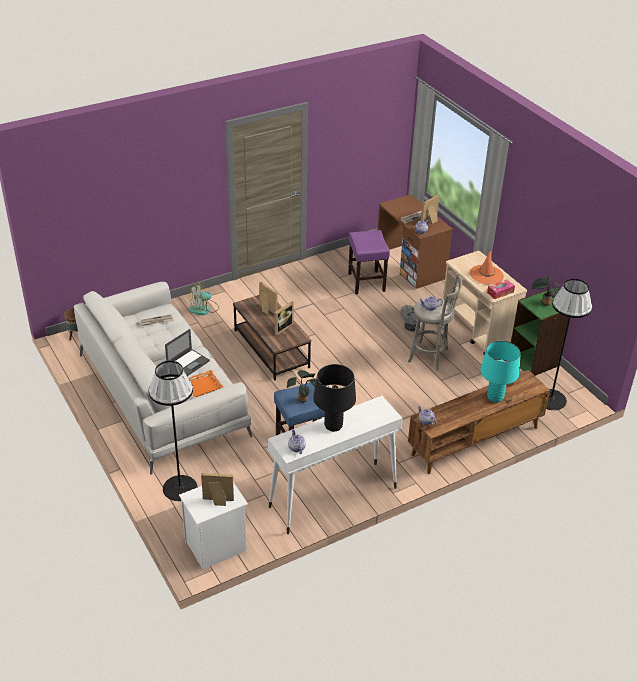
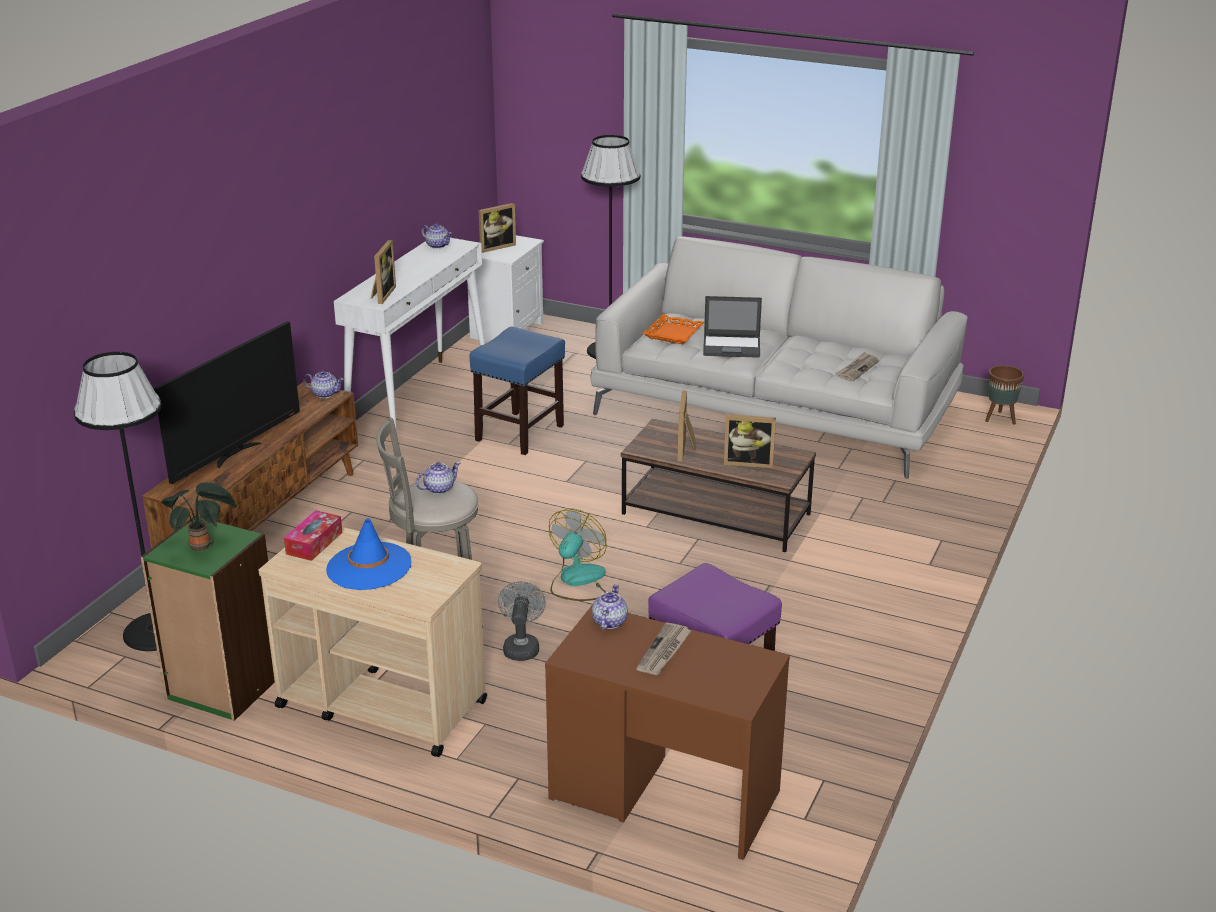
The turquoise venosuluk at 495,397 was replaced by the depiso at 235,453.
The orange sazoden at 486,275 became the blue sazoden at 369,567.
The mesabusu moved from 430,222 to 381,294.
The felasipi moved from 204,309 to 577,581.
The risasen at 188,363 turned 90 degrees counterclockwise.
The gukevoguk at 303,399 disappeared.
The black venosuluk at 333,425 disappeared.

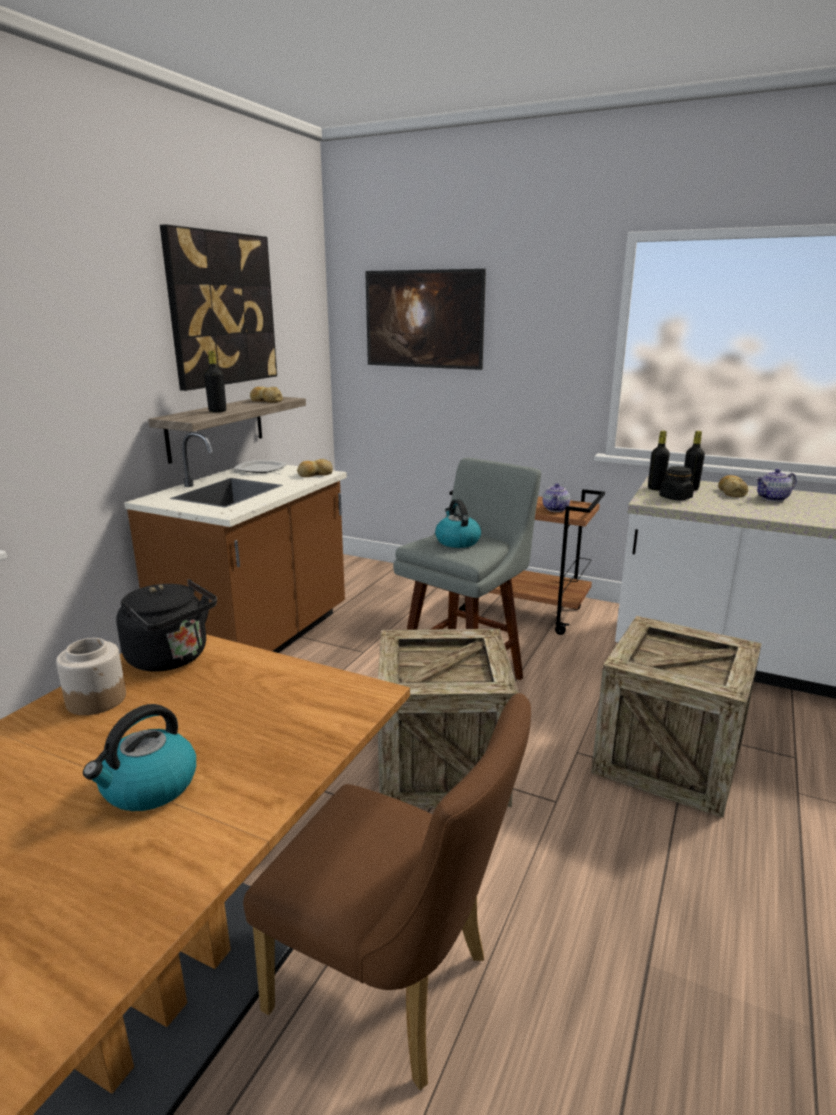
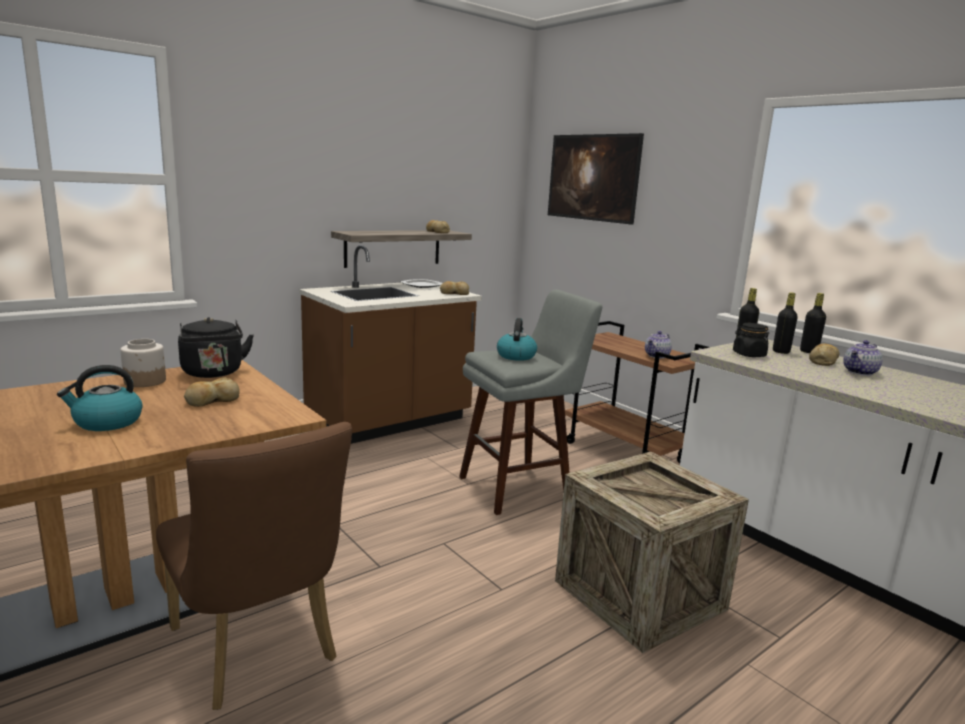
The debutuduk at 212,400 appeared.
The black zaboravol moved from 217,411 to 809,351.
The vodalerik at 773,499 turned 45 degrees counterclockwise.
The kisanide at 222,309 disappeared.
The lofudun at 442,765 disappeared.

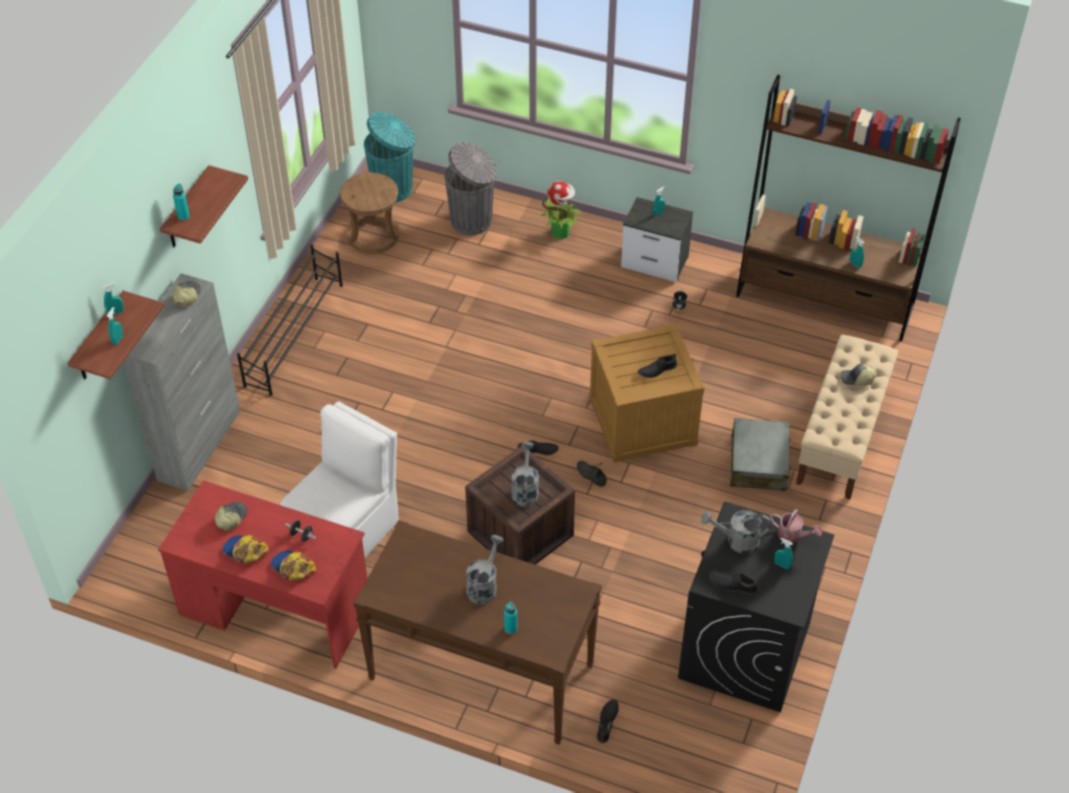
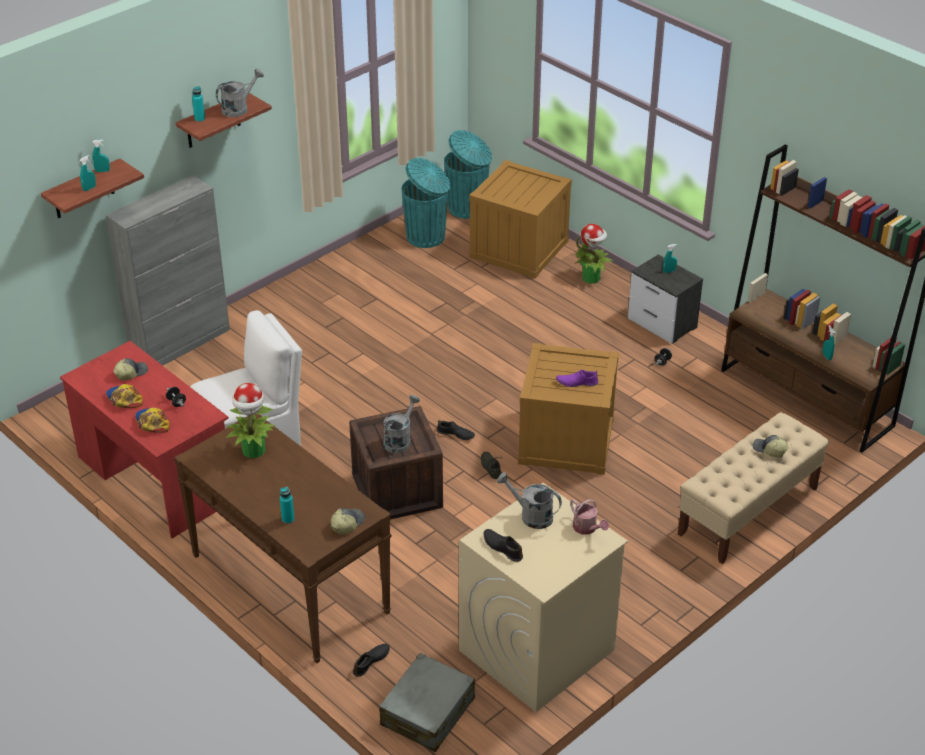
The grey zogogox moved from 484,585 to 239,108.
The gukevoguk at 254,451 appeared.
The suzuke moved from 186,296 to 347,523.
The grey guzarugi moved from 758,462 to 428,712.
The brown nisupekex at 373,235 was replaced by the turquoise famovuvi at 427,237.
The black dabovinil at 744,651 became the beige dabovinil at 536,651.
The grey famovuvi at 472,221 was replaced by the lofudun at 519,249.
The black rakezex at 657,370 became the purple rakezex at 576,382.
The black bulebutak at 295,334 disappeared.
The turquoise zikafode at 782,565 disappeared.

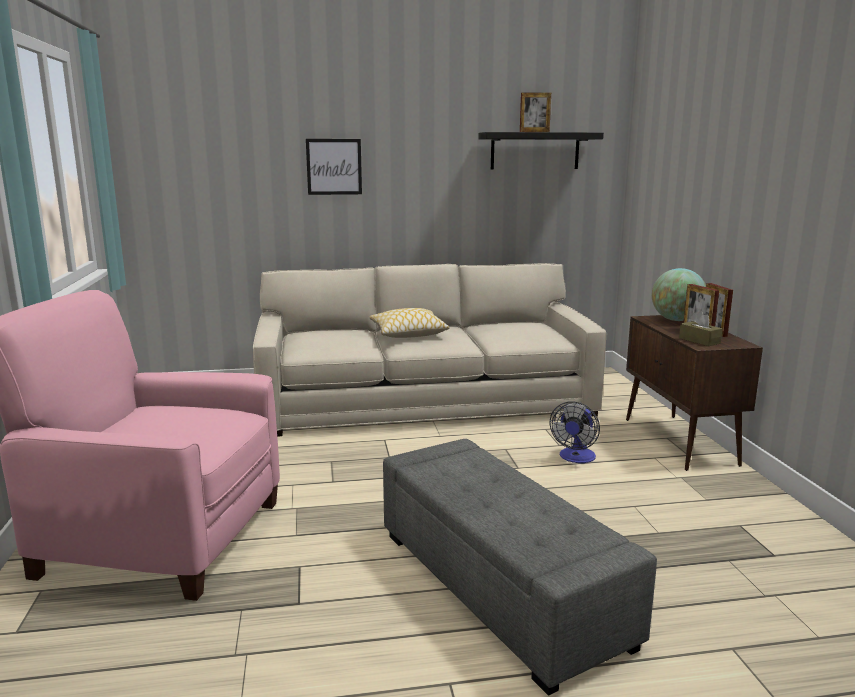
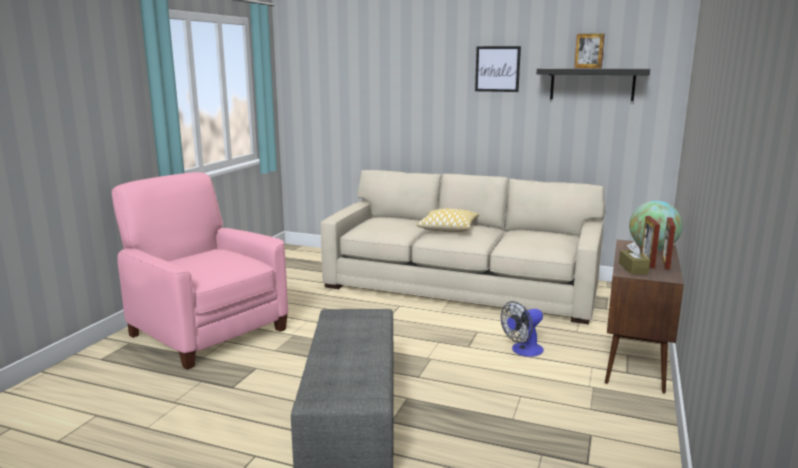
The kisanide moved from 334,166 to 497,69.

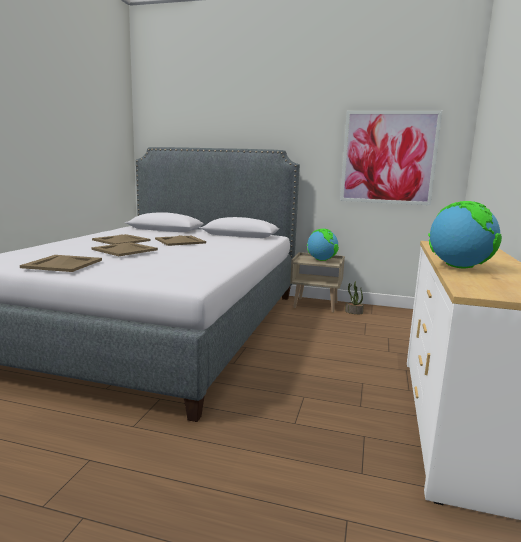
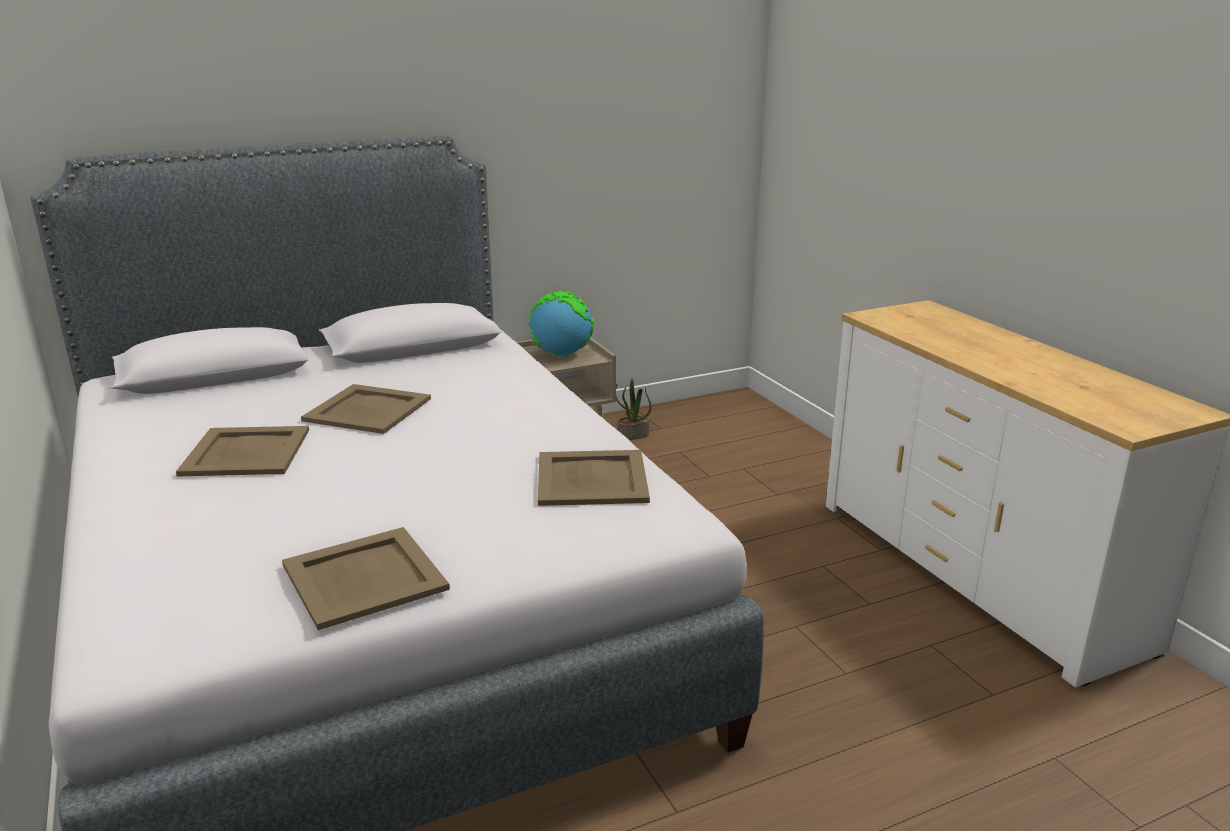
The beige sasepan moved from 125,249 to 591,478.
The kisanide at 388,158 disappeared.
The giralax at 459,267 disappeared.

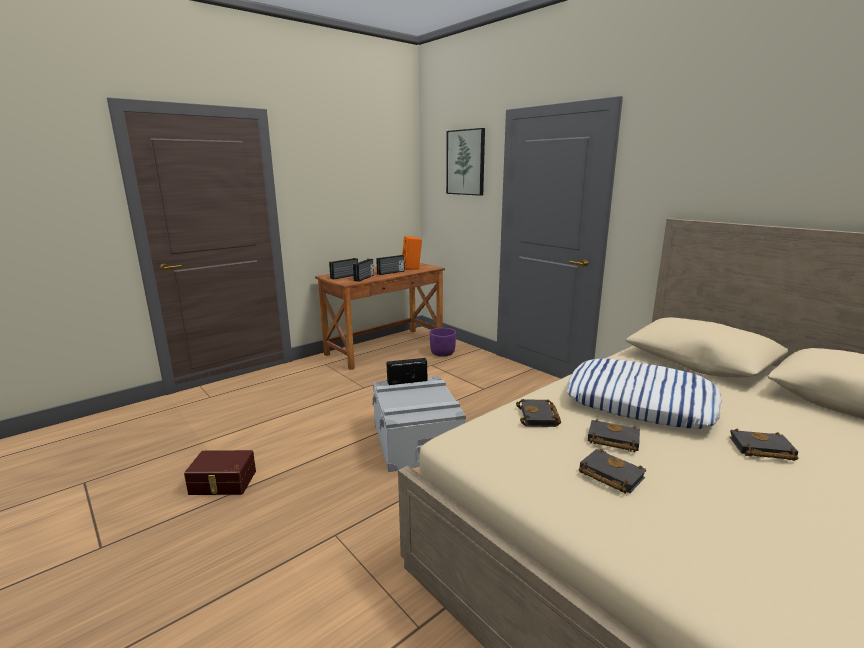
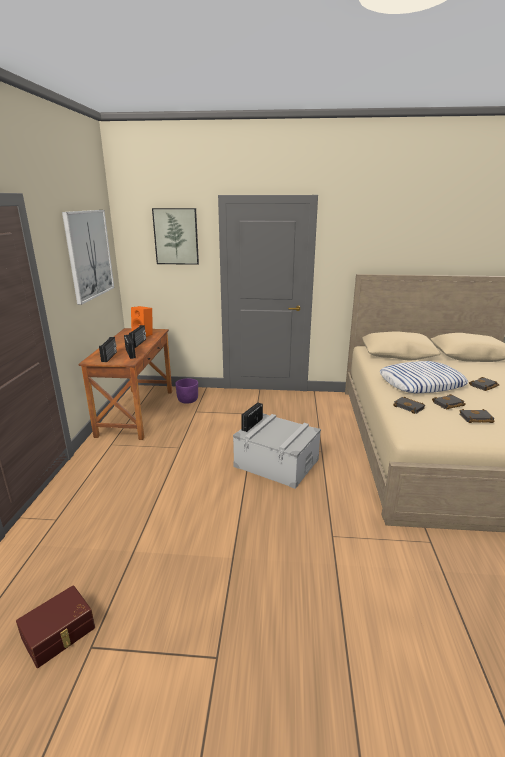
The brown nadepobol moved from 222,483 to 59,634.
The kisanide at 89,254 appeared.

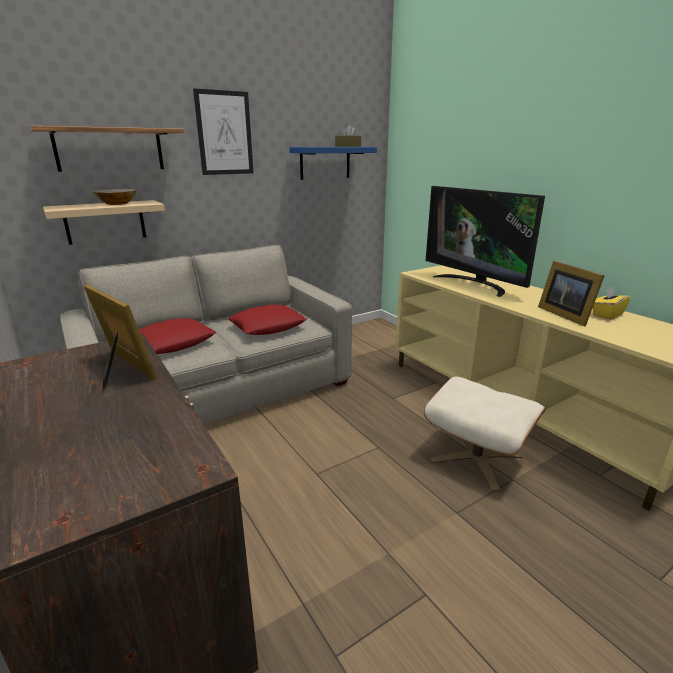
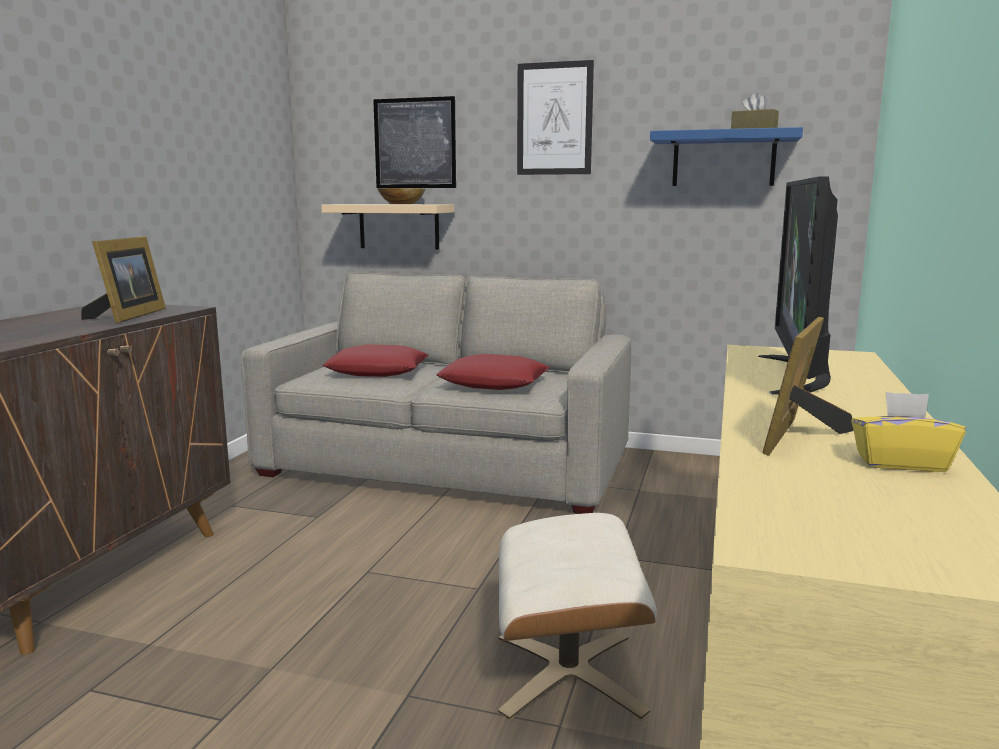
The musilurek at 110,149 was replaced by the kisanide at 415,143.

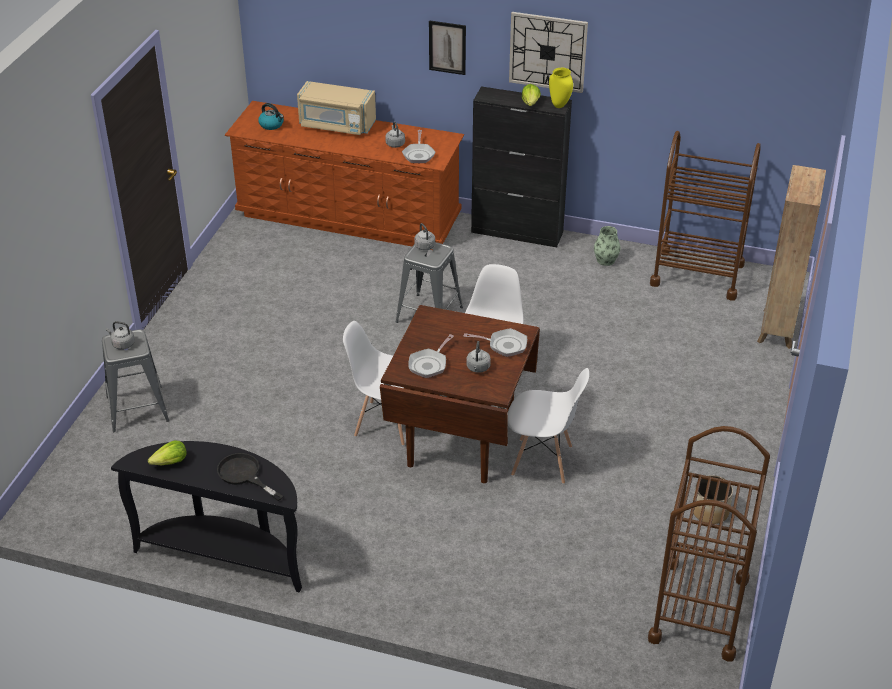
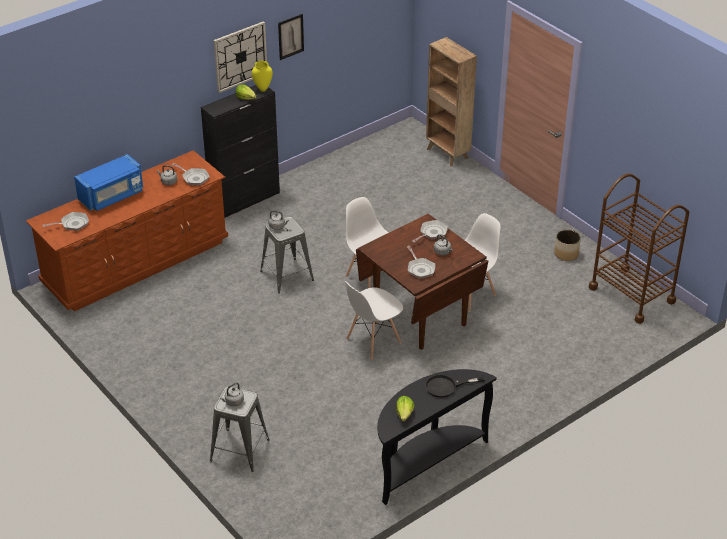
The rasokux at 272,125 was replaced by the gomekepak at 72,224.
The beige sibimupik at 336,125 became the blue sibimupik at 112,196.
The kisanide moved from 447,47 to 290,36.
The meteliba at 606,260 disappeared.
The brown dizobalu at 697,274 disappeared.

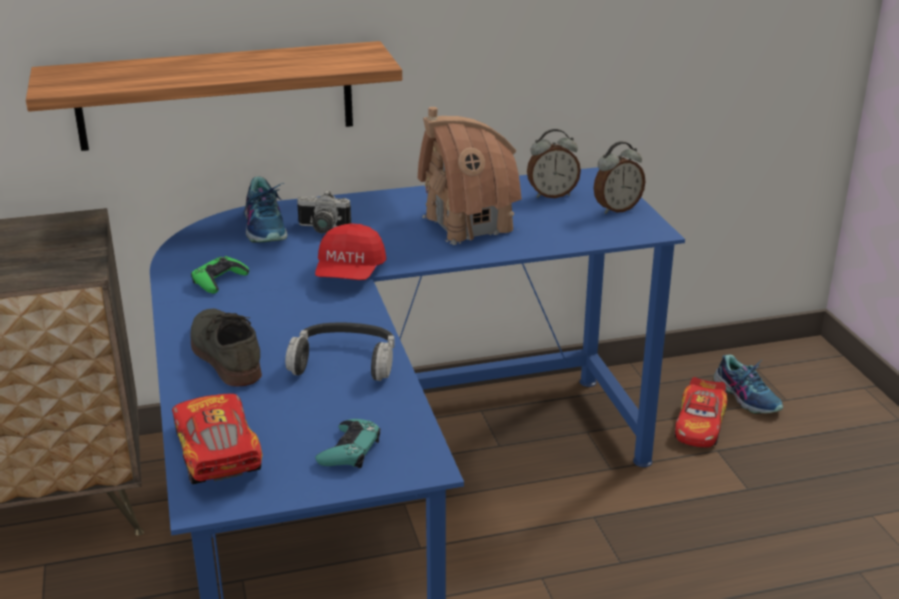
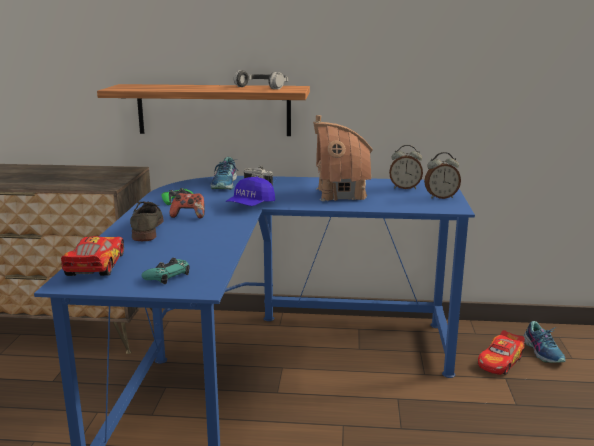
The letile at 189,216 appeared.
The red suzuke at 349,273 became the blue suzuke at 250,206.
The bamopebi moved from 344,362 to 263,87.

